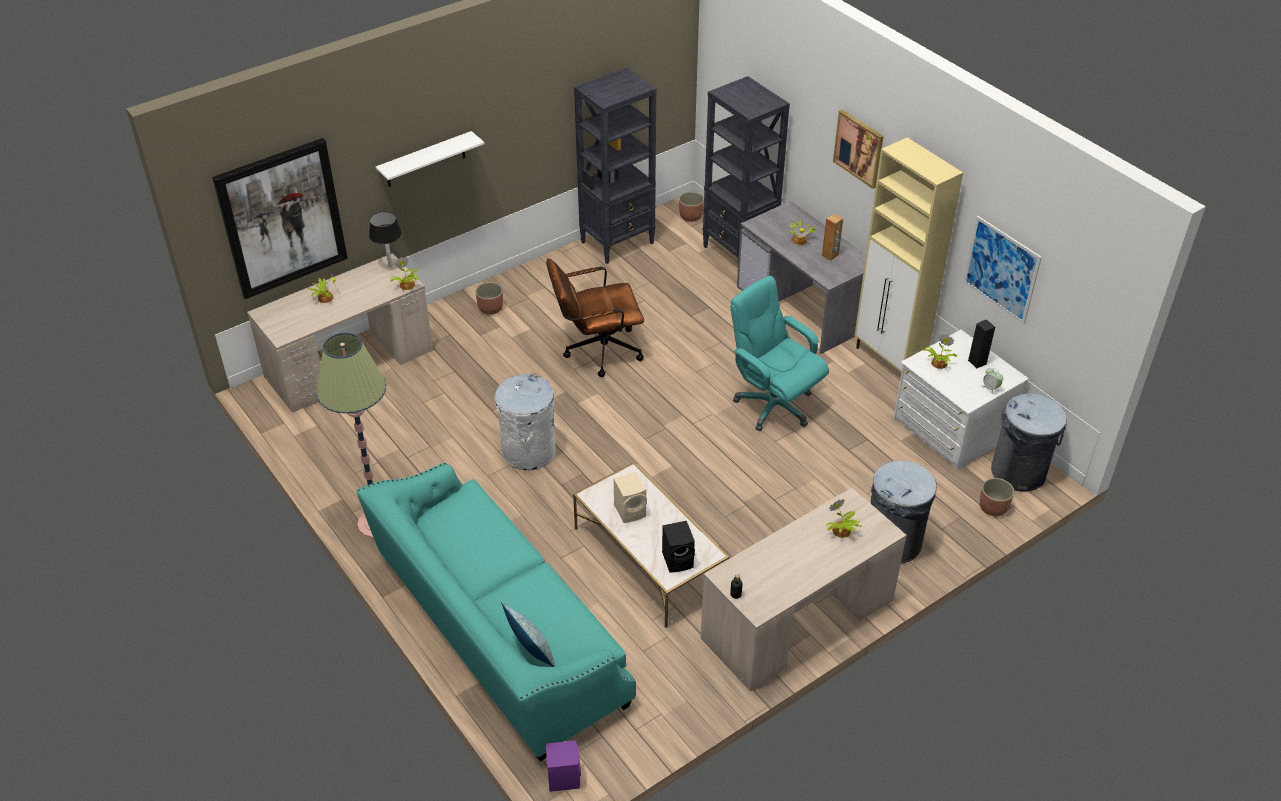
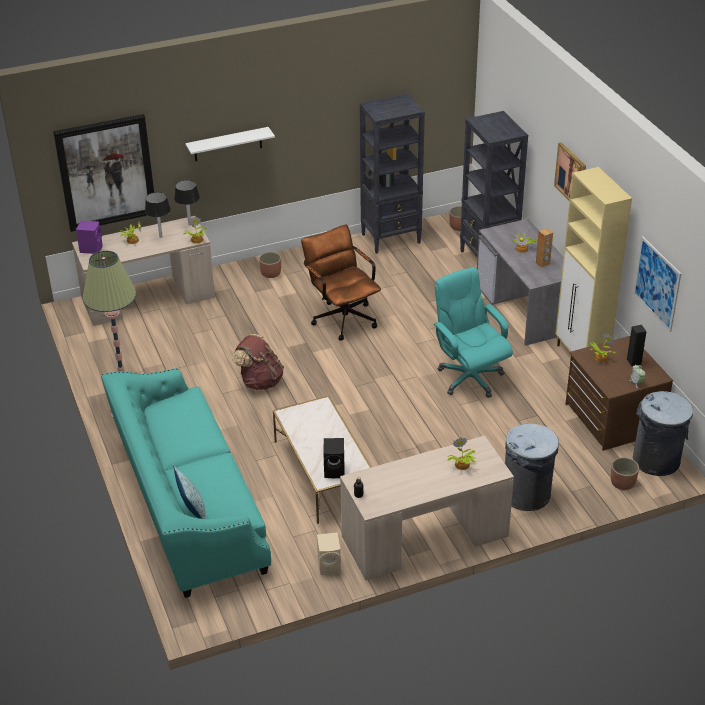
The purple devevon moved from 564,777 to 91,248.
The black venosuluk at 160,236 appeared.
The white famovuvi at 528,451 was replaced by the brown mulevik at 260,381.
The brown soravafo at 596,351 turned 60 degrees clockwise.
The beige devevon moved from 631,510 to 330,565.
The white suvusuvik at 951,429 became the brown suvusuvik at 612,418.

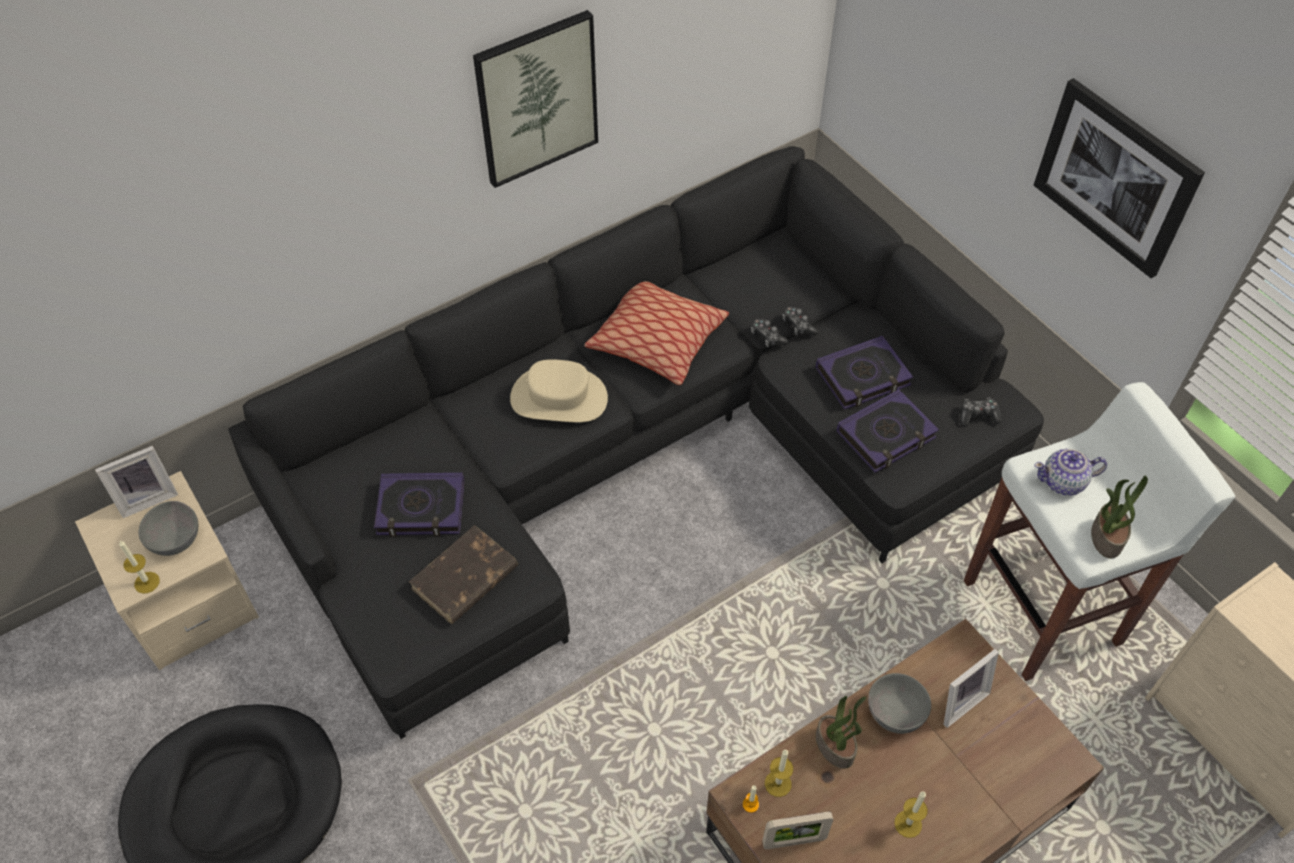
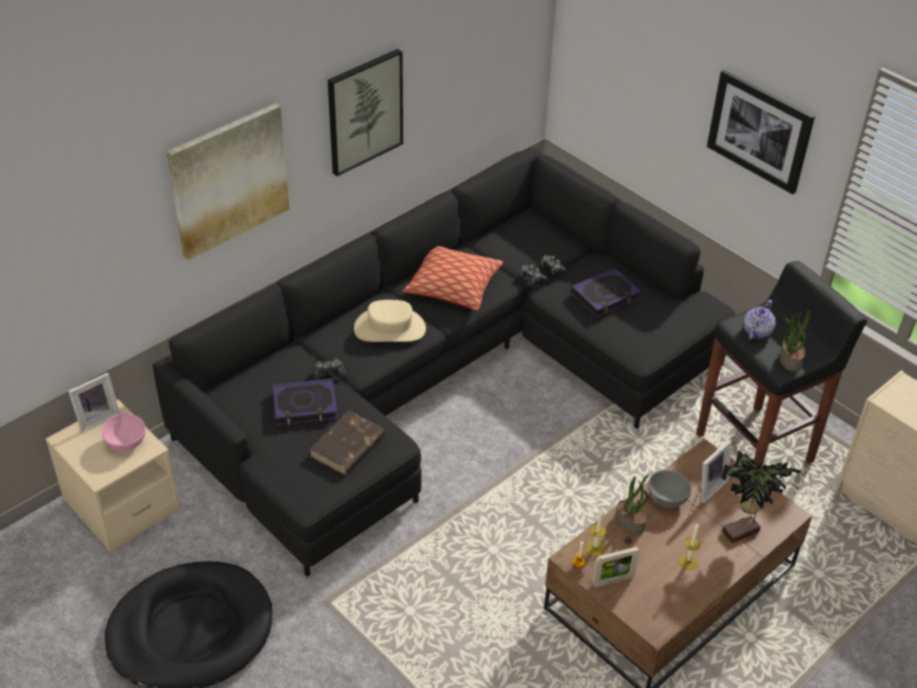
The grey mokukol at 177,538 became the pink mokukol at 127,441.
The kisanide at 229,180 appeared.
The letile moved from 978,416 to 329,373.
The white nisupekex at 1044,612 became the black nisupekex at 756,448.
The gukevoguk at 742,533 appeared.
The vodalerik at 1063,482 turned 135 degrees clockwise.
The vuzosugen at 147,582 disappeared.
The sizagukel at 886,435 disappeared.

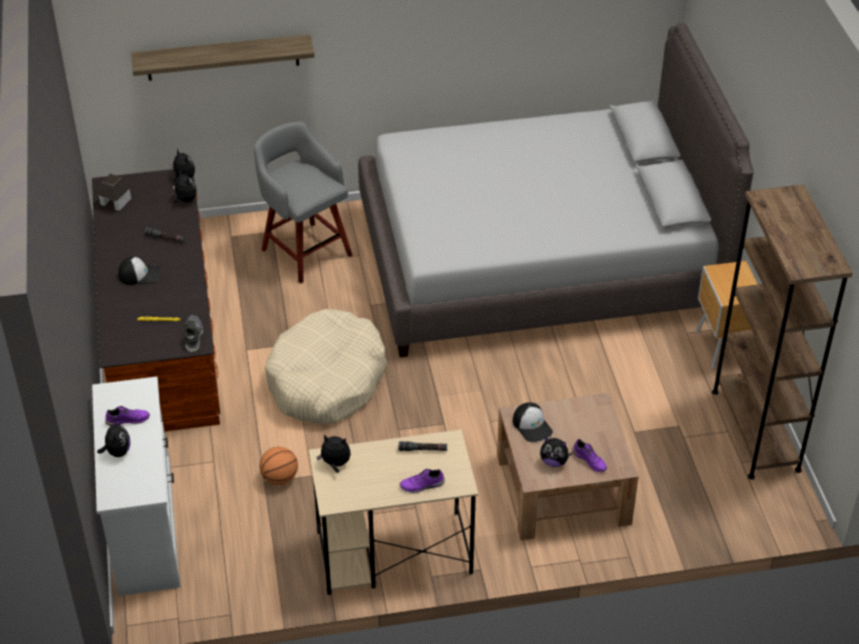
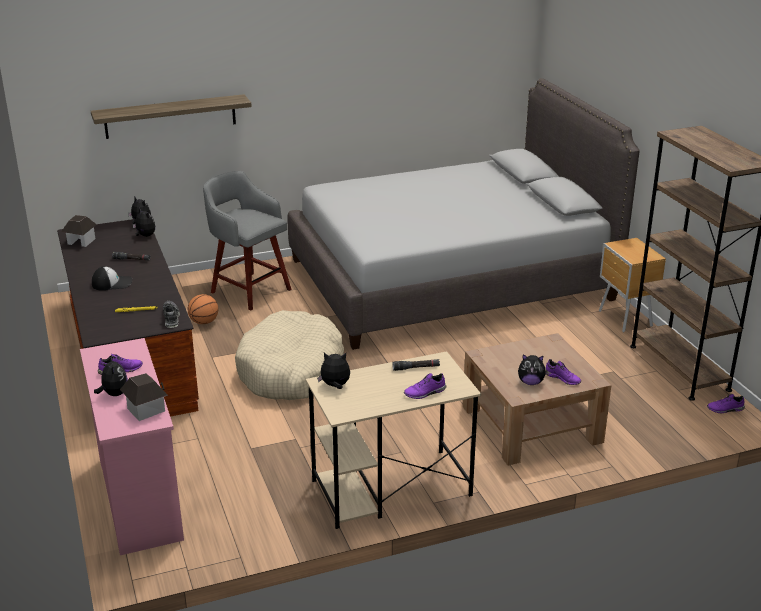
The white suvusuvik at 145,530 became the pink suvusuvik at 139,498.
The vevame at 146,409 appeared.
The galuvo moved from 279,478 to 204,322.
The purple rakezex at 725,409 appeared.
The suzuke at 532,426 disappeared.

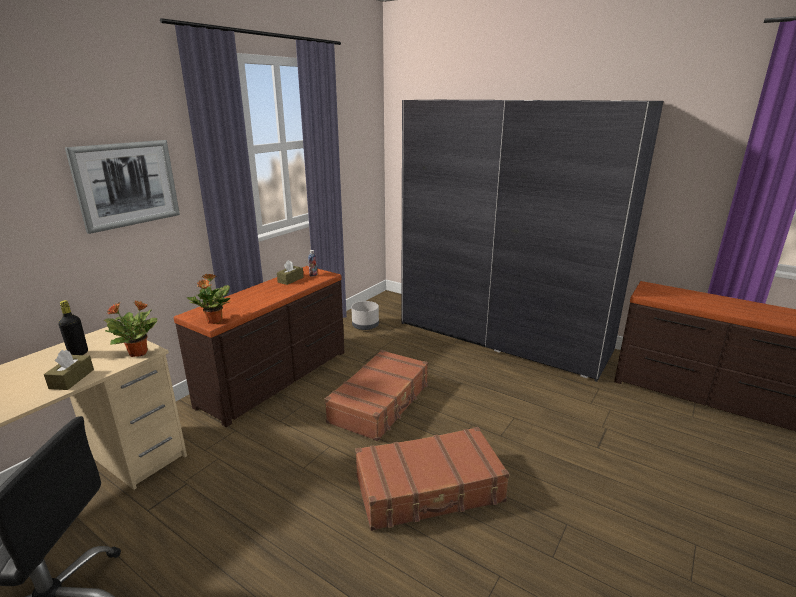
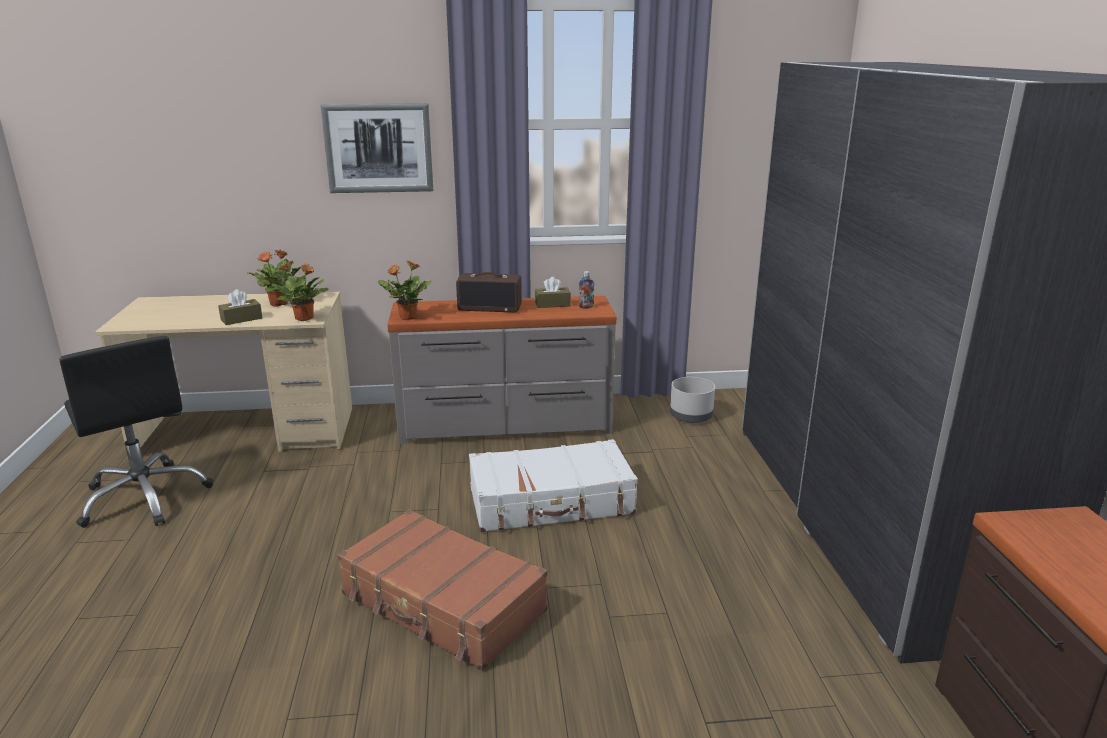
The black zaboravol at 78,353 was replaced by the gukevoguk at 279,304.
The brown suvusuvik at 277,378 became the grey suvusuvik at 505,425.
The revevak at 490,307 appeared.
The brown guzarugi at 381,403 became the white guzarugi at 551,502.

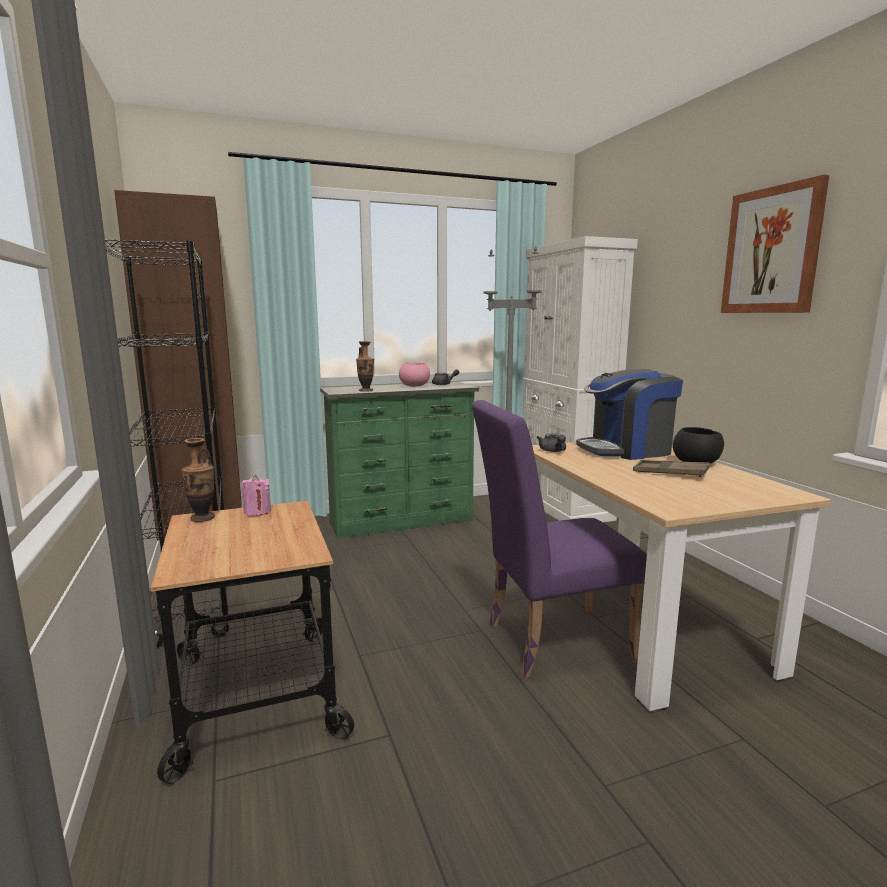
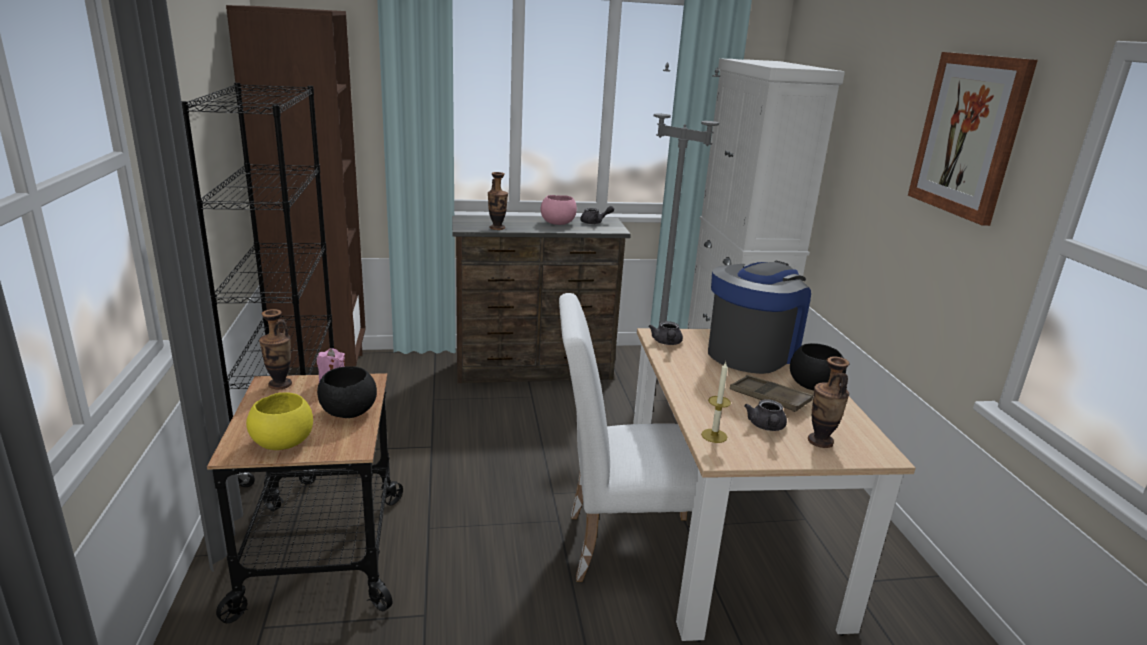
The yellow mokukol at 284,441 appeared.
The black mokukol at 347,412 appeared.
The green suvusuvik at 403,522 became the brown suvusuvik at 535,371.
The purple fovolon at 548,641 became the white fovolon at 621,545.
The vuzosugen at 714,436 appeared.
The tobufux at 626,450 turned 135 degrees clockwise.
The grey vodalerik at 766,427 appeared.
The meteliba at 820,441 appeared.

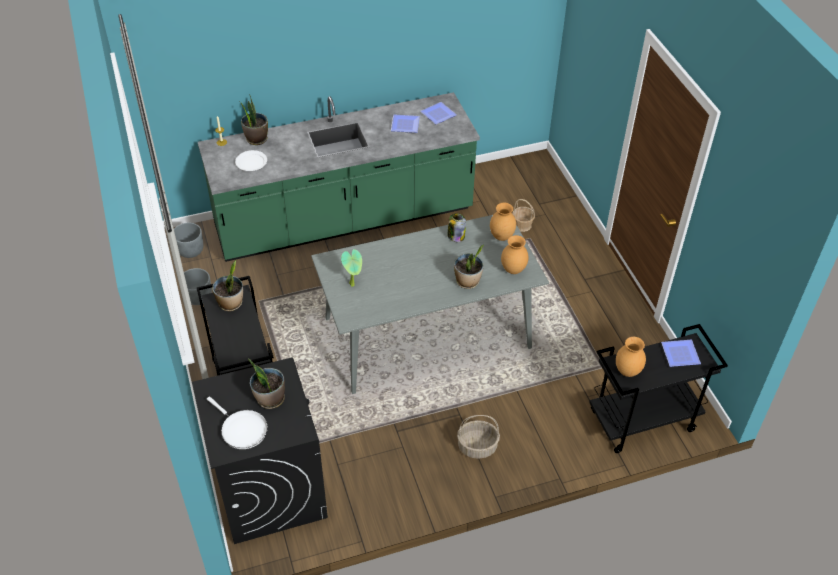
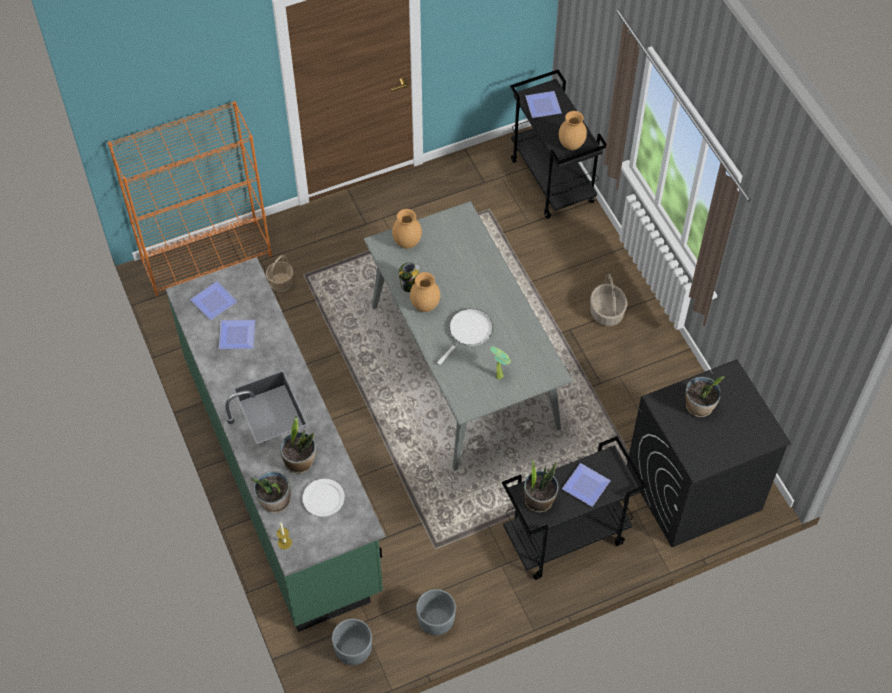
The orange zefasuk at 207,258 appeared.
The gukevoguk moved from 467,281 to 299,461.
The brown meteliba moved from 513,270 to 425,306.
The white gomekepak moved from 242,429 to 468,332.
The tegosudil at 584,486 appeared.

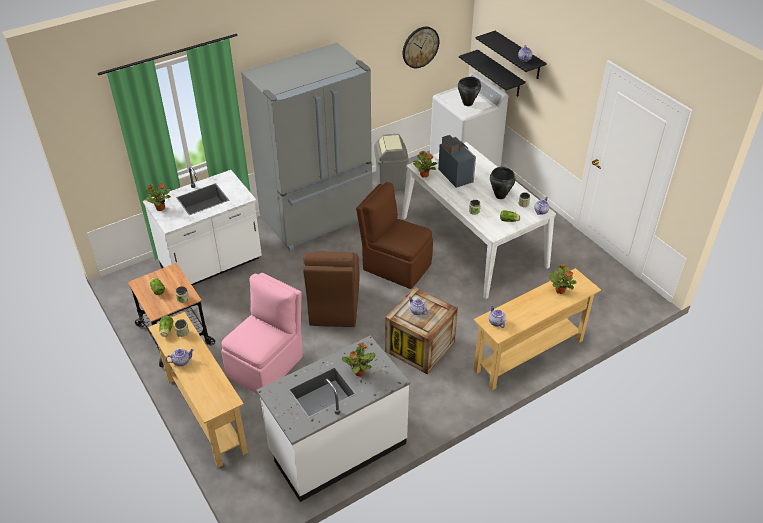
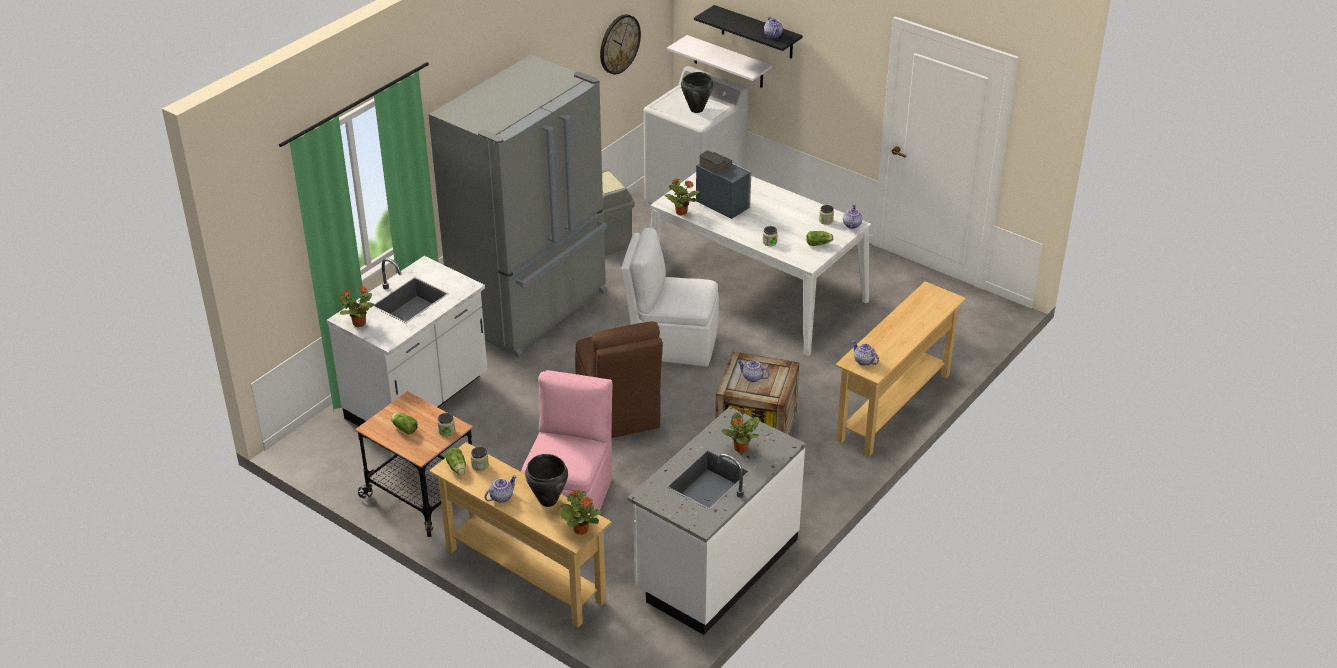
The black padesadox moved from 500,196 to 548,501.
The gukevoguk moved from 560,290 to 580,529.
The brown fovolon at 395,266 became the white fovolon at 672,344.
The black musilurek at 500,74 became the white musilurek at 728,62.

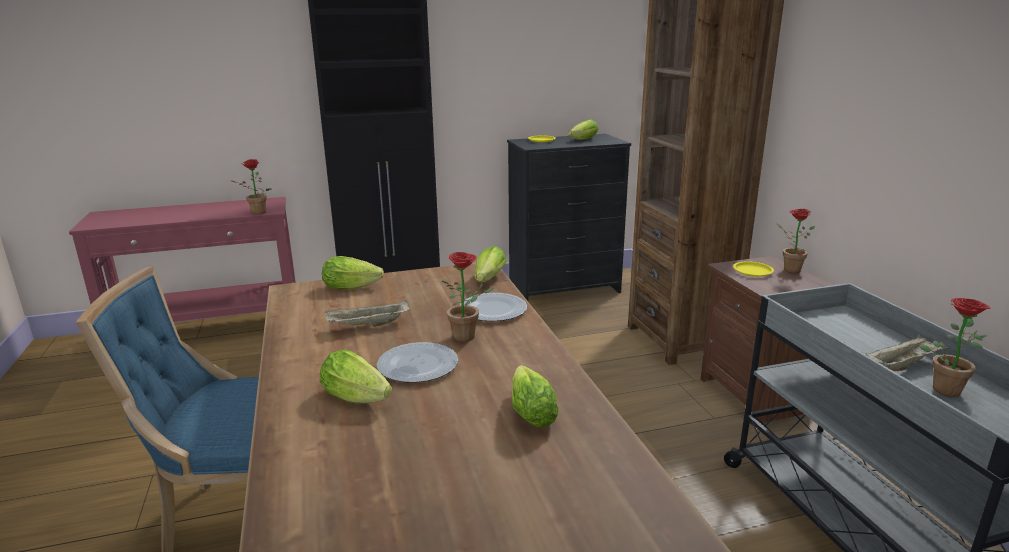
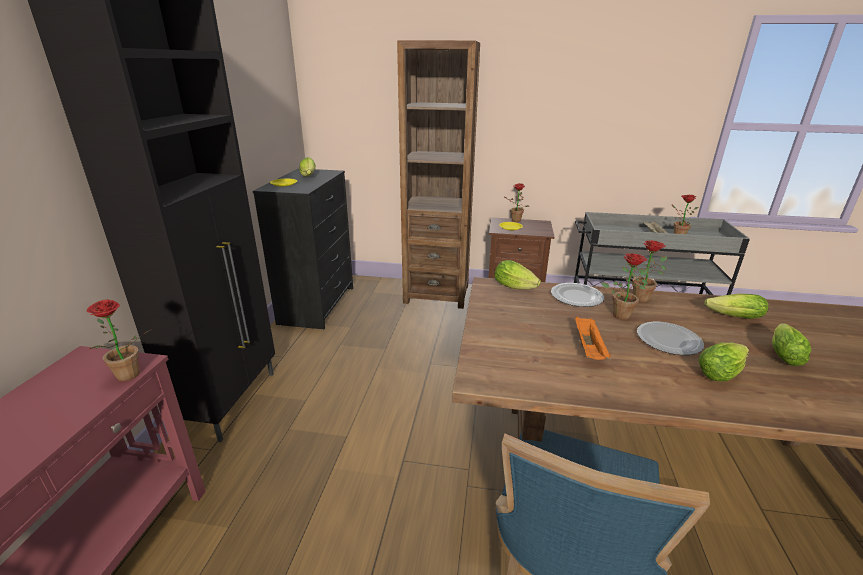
The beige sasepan at 368,325 became the orange sasepan at 589,349.
The gukevoguk at 641,298 appeared.
The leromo moved from 354,287 to 783,353.

